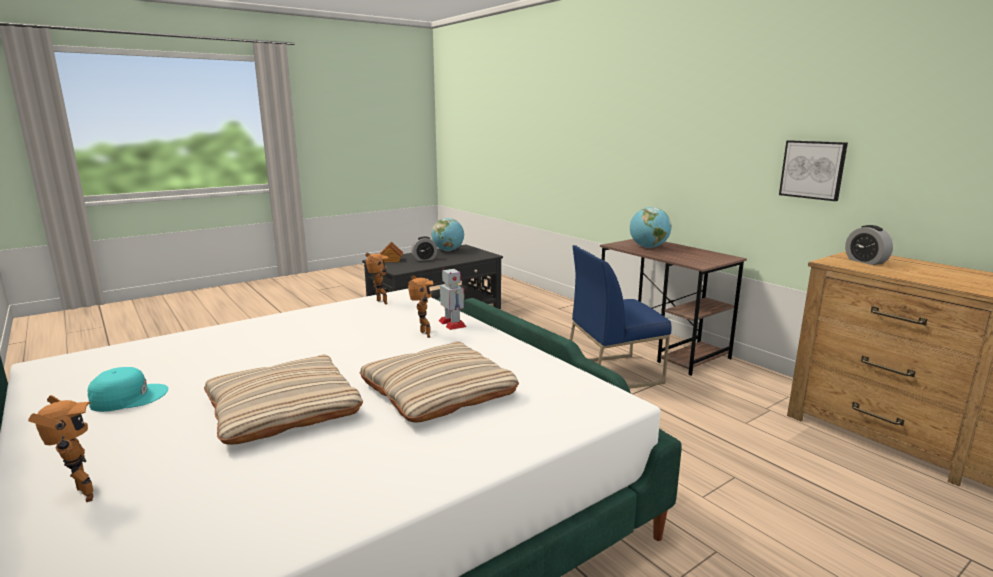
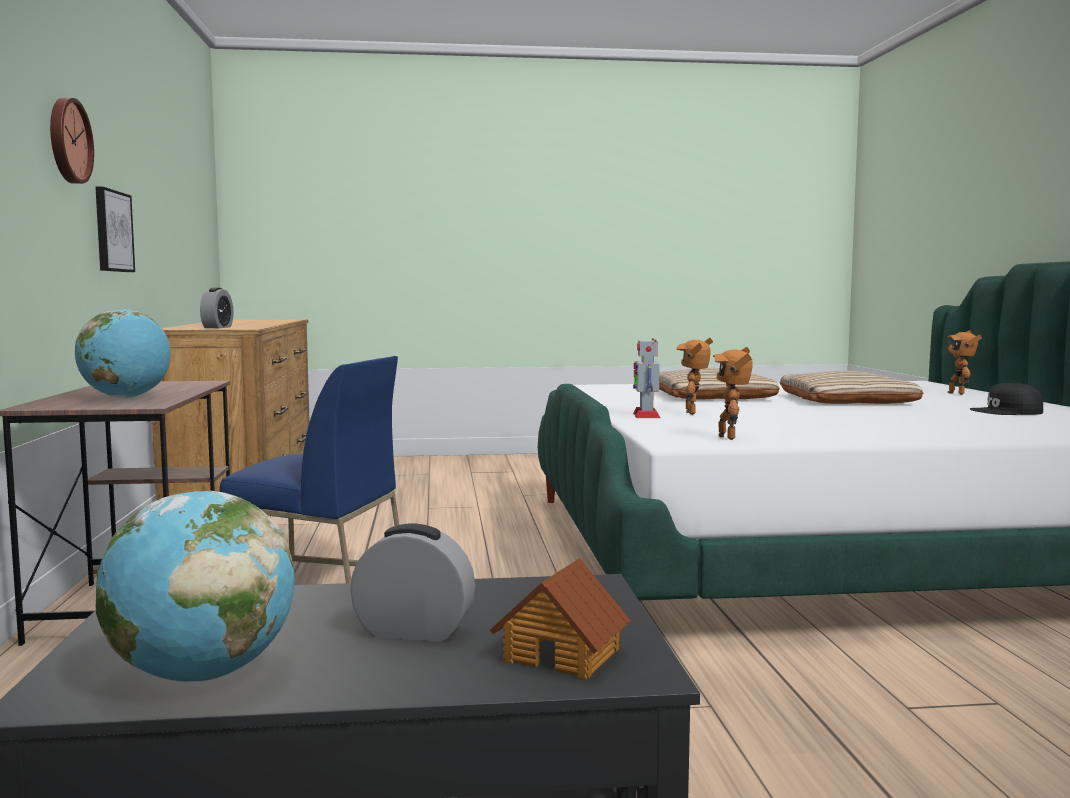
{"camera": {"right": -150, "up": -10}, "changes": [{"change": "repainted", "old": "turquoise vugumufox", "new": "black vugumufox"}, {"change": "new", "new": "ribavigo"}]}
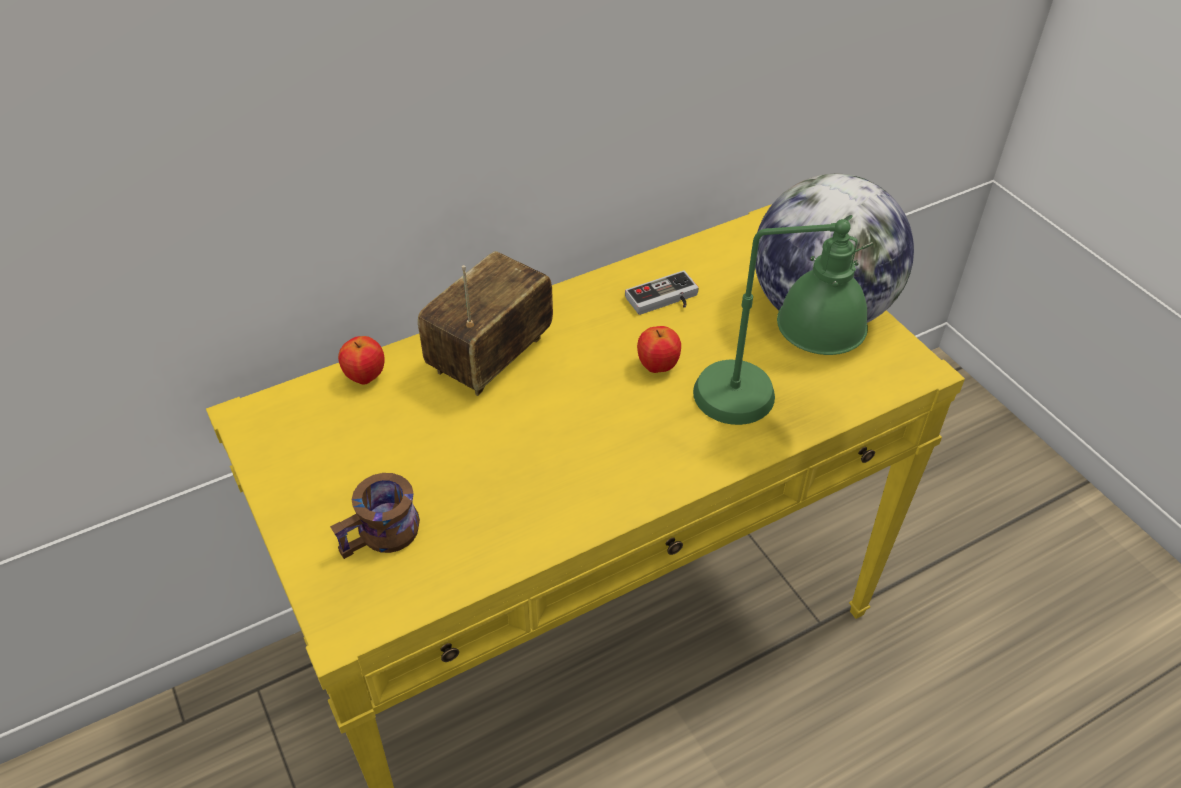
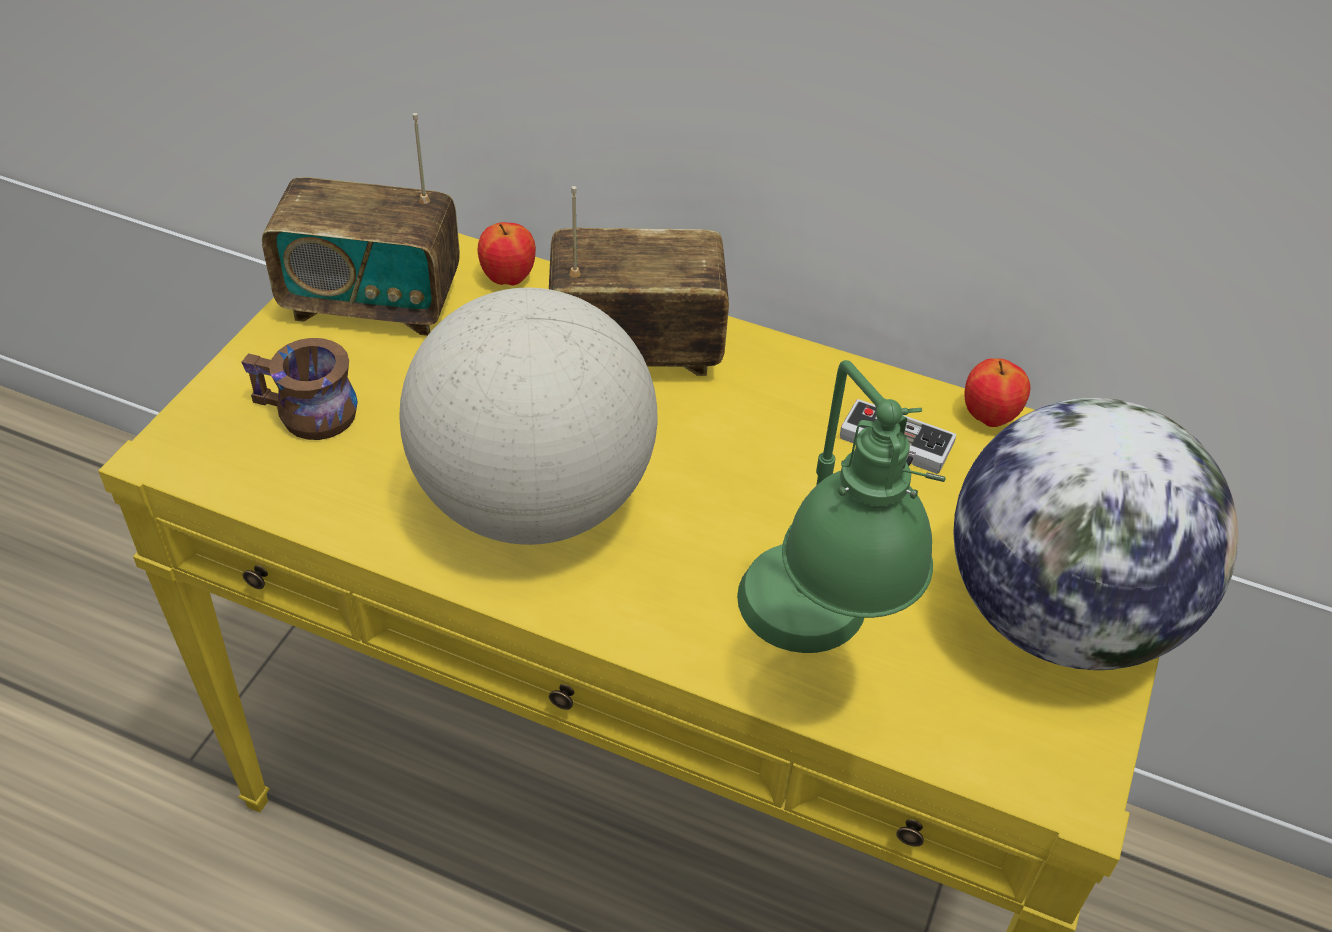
{"camera": {"right": 50, "up": 0}, "changes": [{"change": "shifted", "old": "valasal (no. 2 from left)"}, {"change": "new", "new": "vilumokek (no. 1 from left)"}, {"change": "new", "new": "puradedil (no. 1 from left)"}]}
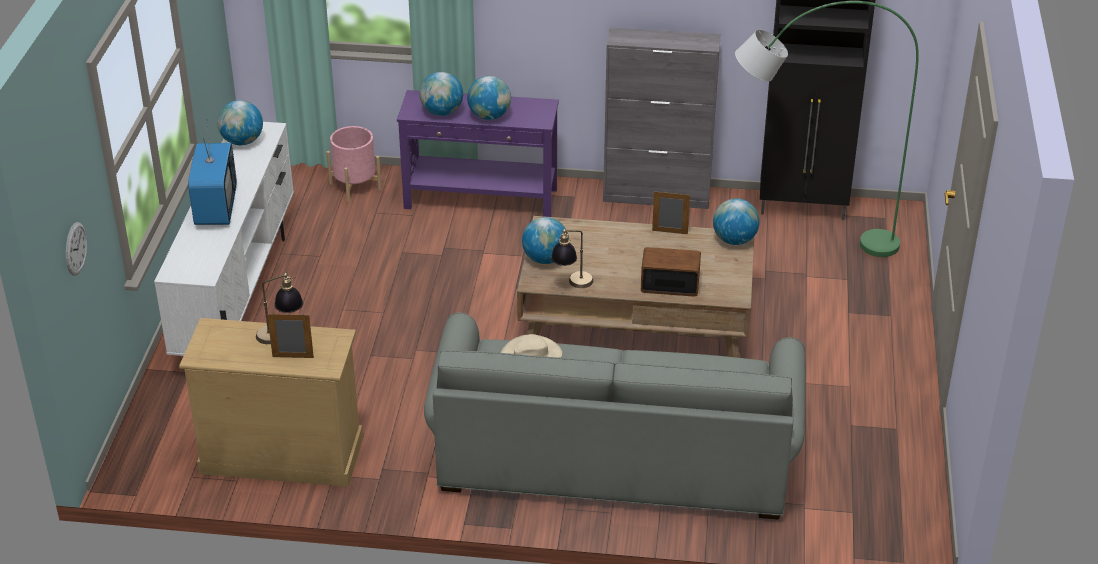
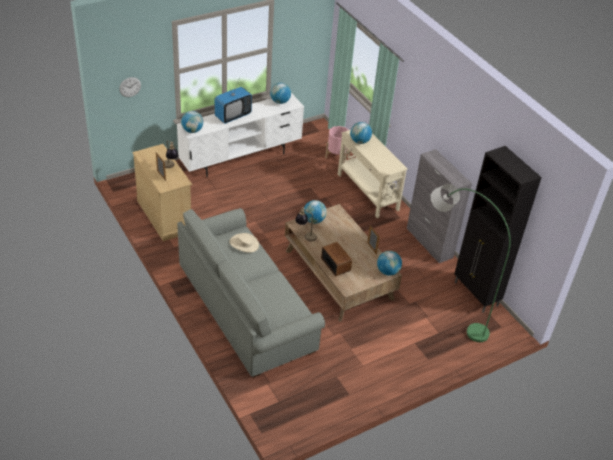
{"camera": {"right": 50, "up": 5}, "changes": [{"change": "shifted", "old": "puradedil (no. 3 from left in the first image)", "new": "puradedil (no. 1 from left)"}, {"change": "repainted", "old": "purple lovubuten", "new": "beige lovubuten"}]}
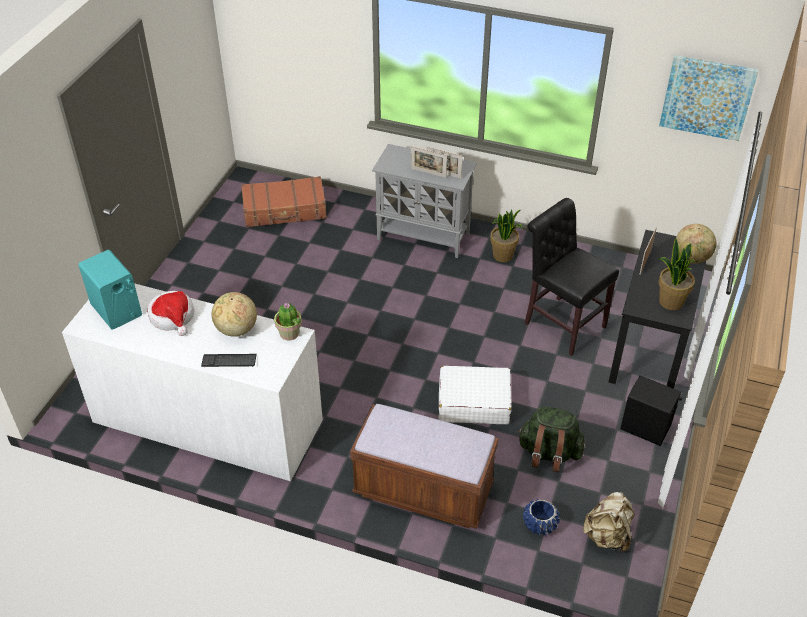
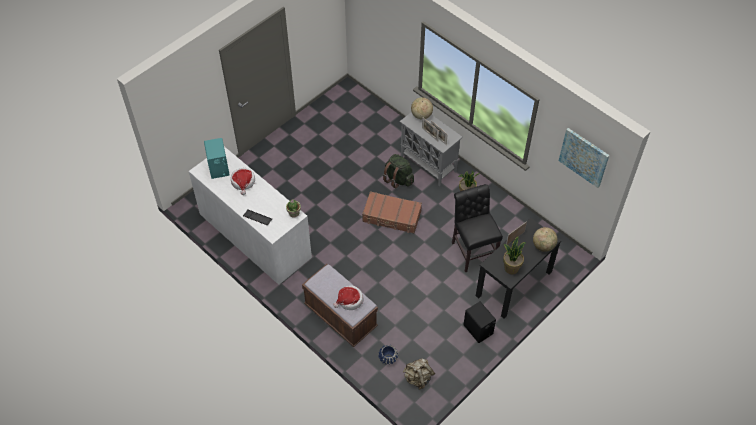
{"camera": {"right": 25, "up": 10}, "changes": [{"change": "shifted", "old": "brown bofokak"}, {"change": "shifted", "old": "puradedil (no. 1 from left)"}, {"change": "gone", "old": "white bofokak"}, {"change": "shifted", "old": "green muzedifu"}, {"change": "new", "new": "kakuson (no. 2 from left)"}]}
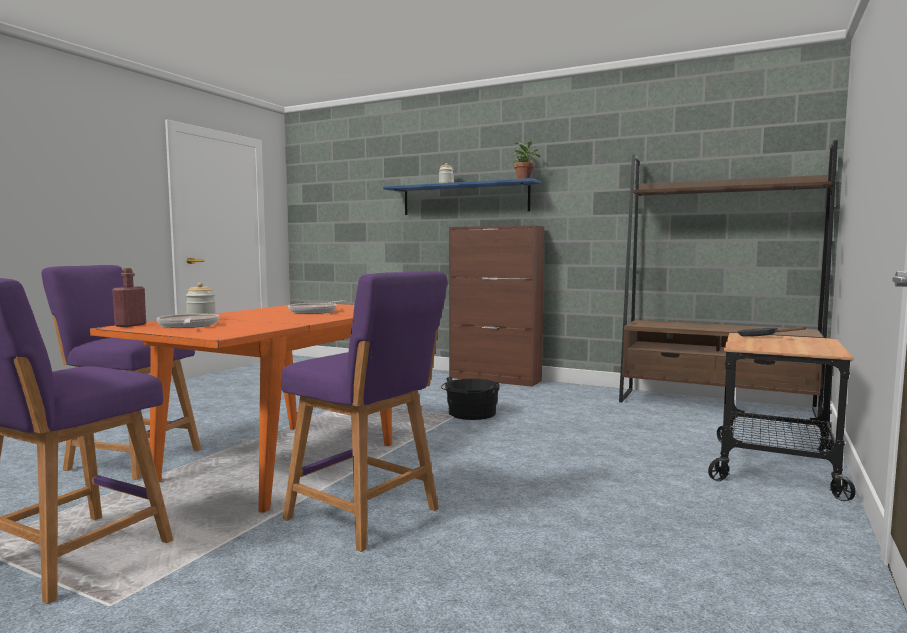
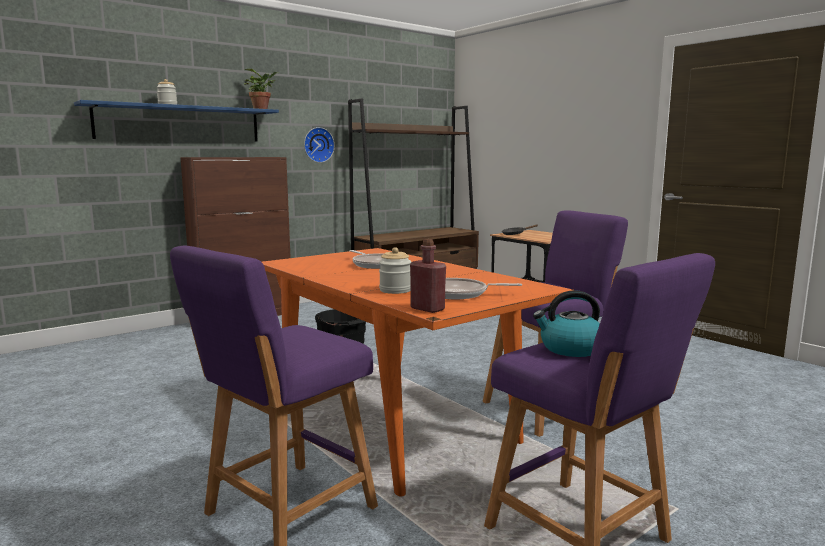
{"camera": {"right": -65, "up": 5}, "changes": [{"change": "new", "new": "ribavigo"}, {"change": "new", "new": "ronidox"}]}
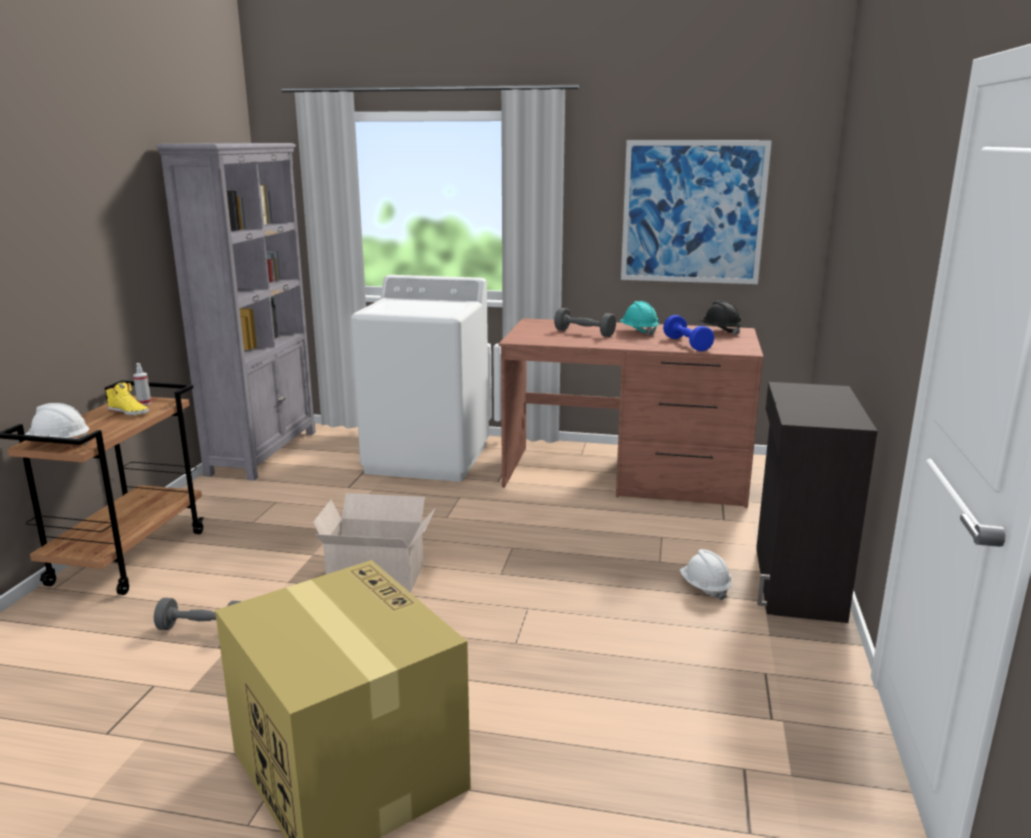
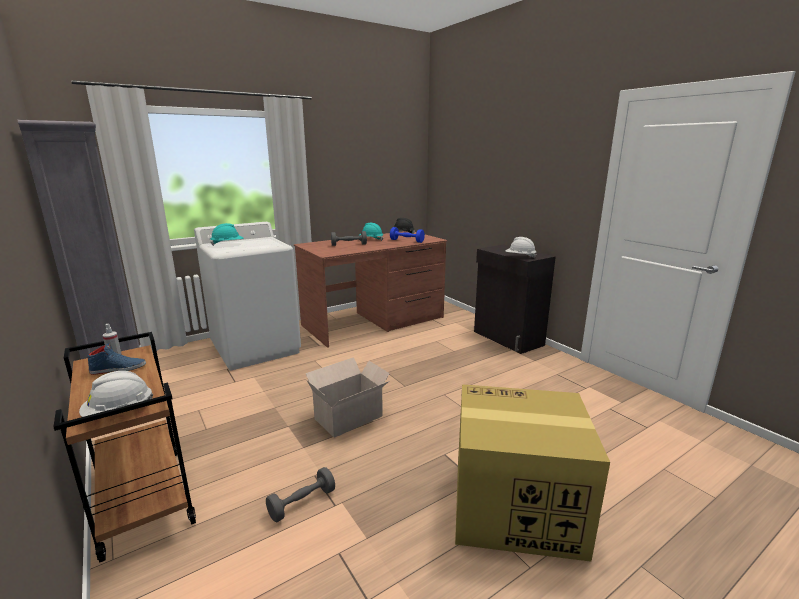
{"camera": {"right": -45, "up": 0}, "changes": [{"change": "gone", "old": "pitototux"}, {"change": "repainted", "old": "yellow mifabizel", "new": "blue mifabizel"}, {"change": "shifted", "old": "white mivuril (no. 2 from left)"}, {"change": "new", "new": "turquoise mivuril (no. 1 from left)"}]}
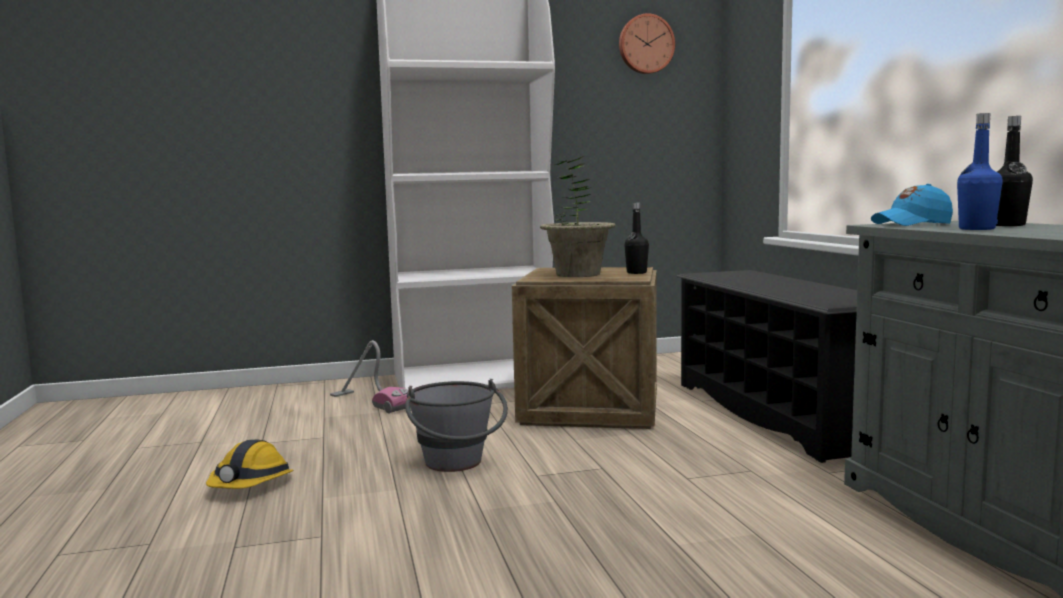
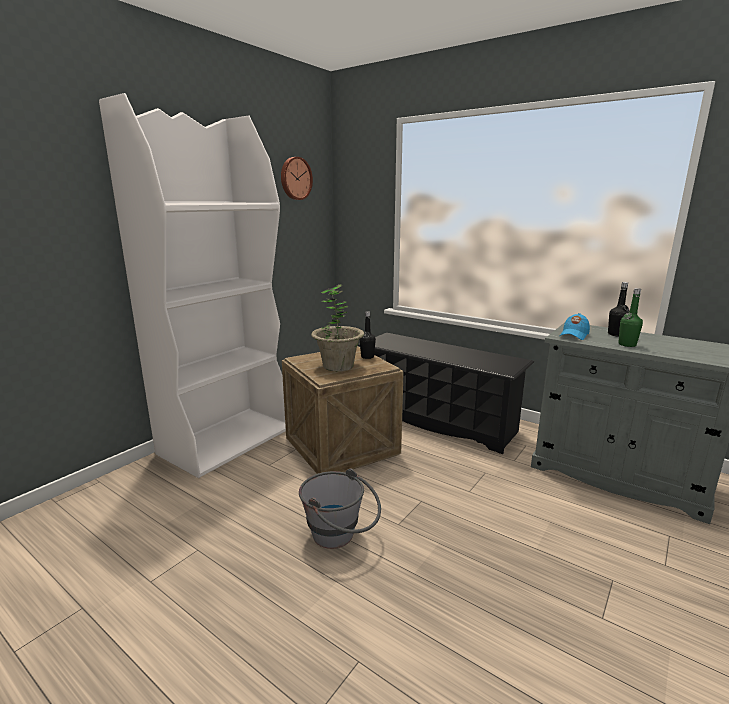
{"camera": {"right": -40, "up": 10}, "changes": [{"change": "repainted", "old": "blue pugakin", "new": "green pugakin"}, {"change": "gone", "old": "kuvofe"}, {"change": "gone", "old": "mivuril"}]}
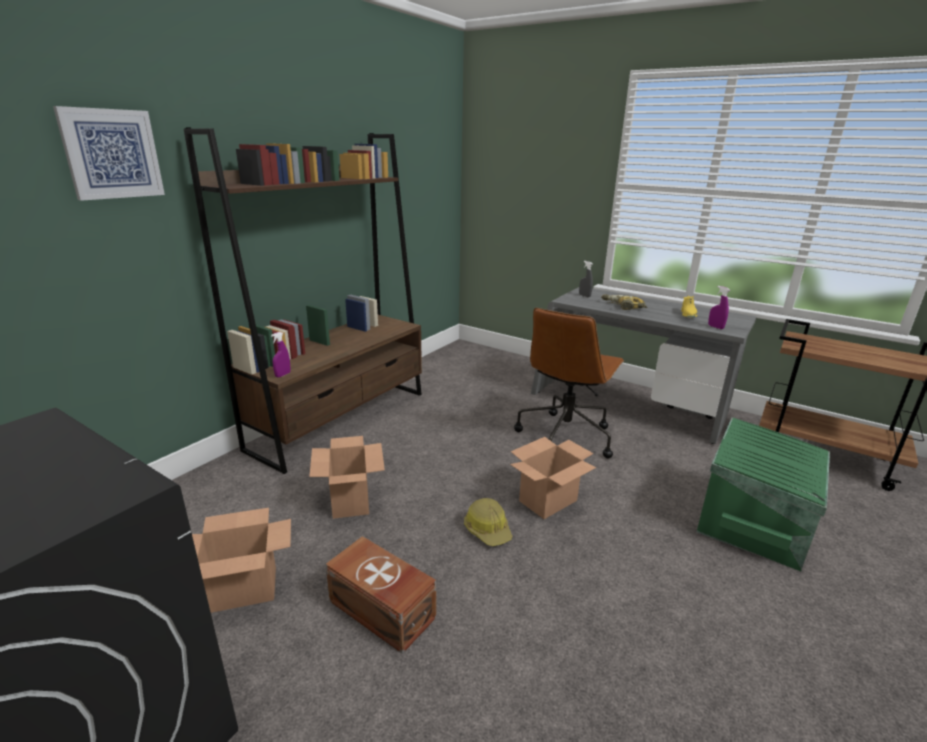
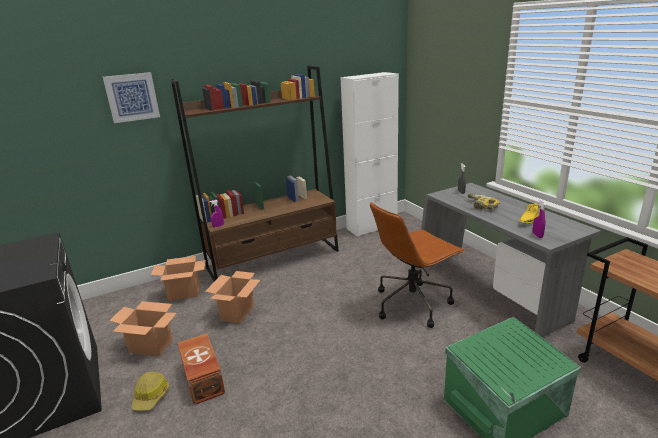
{"camera": {"right": 30, "up": 0}, "changes": [{"change": "shifted", "old": "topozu (no. 3 from left in the first image)", "new": "topozu (no. 2 from left)"}, {"change": "shifted", "old": "mivuril"}, {"change": "new", "new": "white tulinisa"}]}
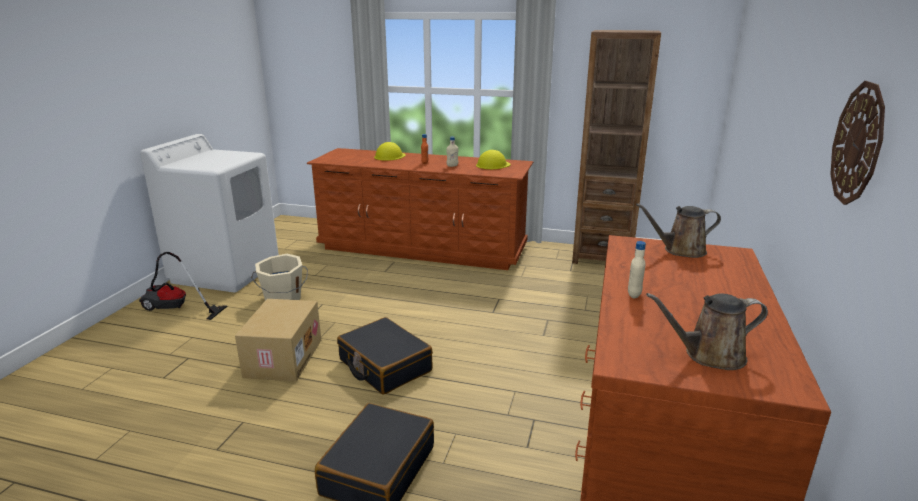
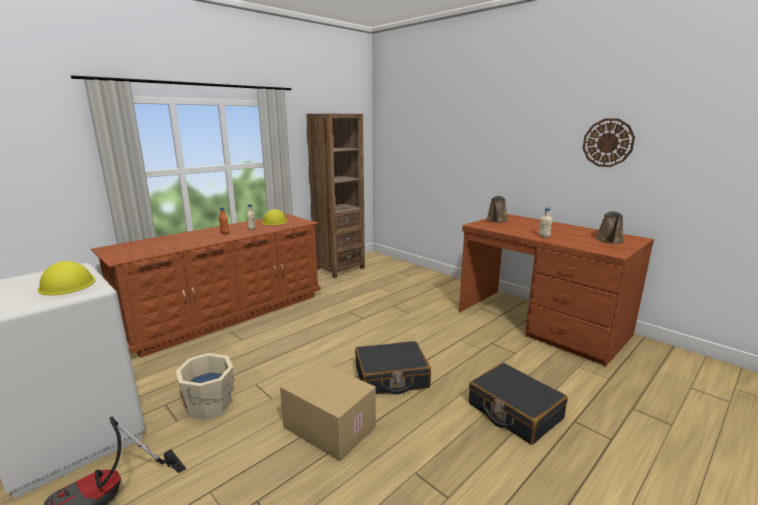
{"camera": {"right": -60, "up": -5}, "changes": [{"change": "shifted", "old": "yellow mivuril (no. 1 from left)"}]}
